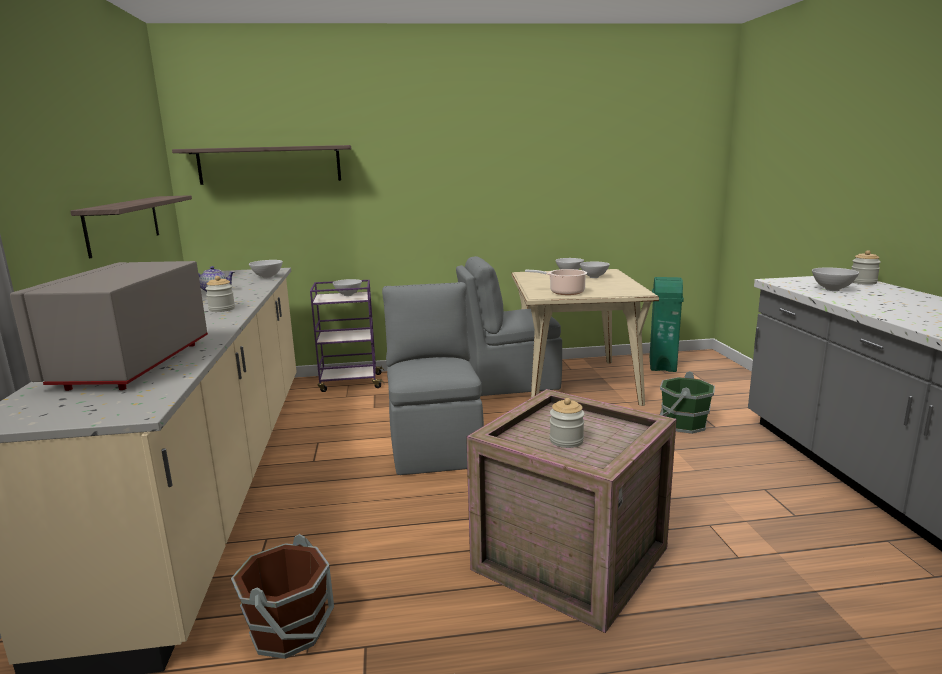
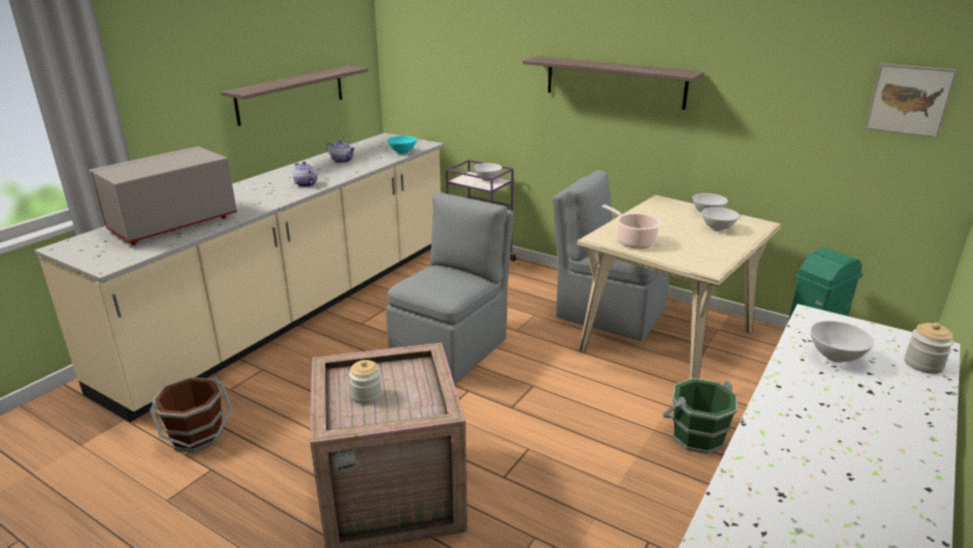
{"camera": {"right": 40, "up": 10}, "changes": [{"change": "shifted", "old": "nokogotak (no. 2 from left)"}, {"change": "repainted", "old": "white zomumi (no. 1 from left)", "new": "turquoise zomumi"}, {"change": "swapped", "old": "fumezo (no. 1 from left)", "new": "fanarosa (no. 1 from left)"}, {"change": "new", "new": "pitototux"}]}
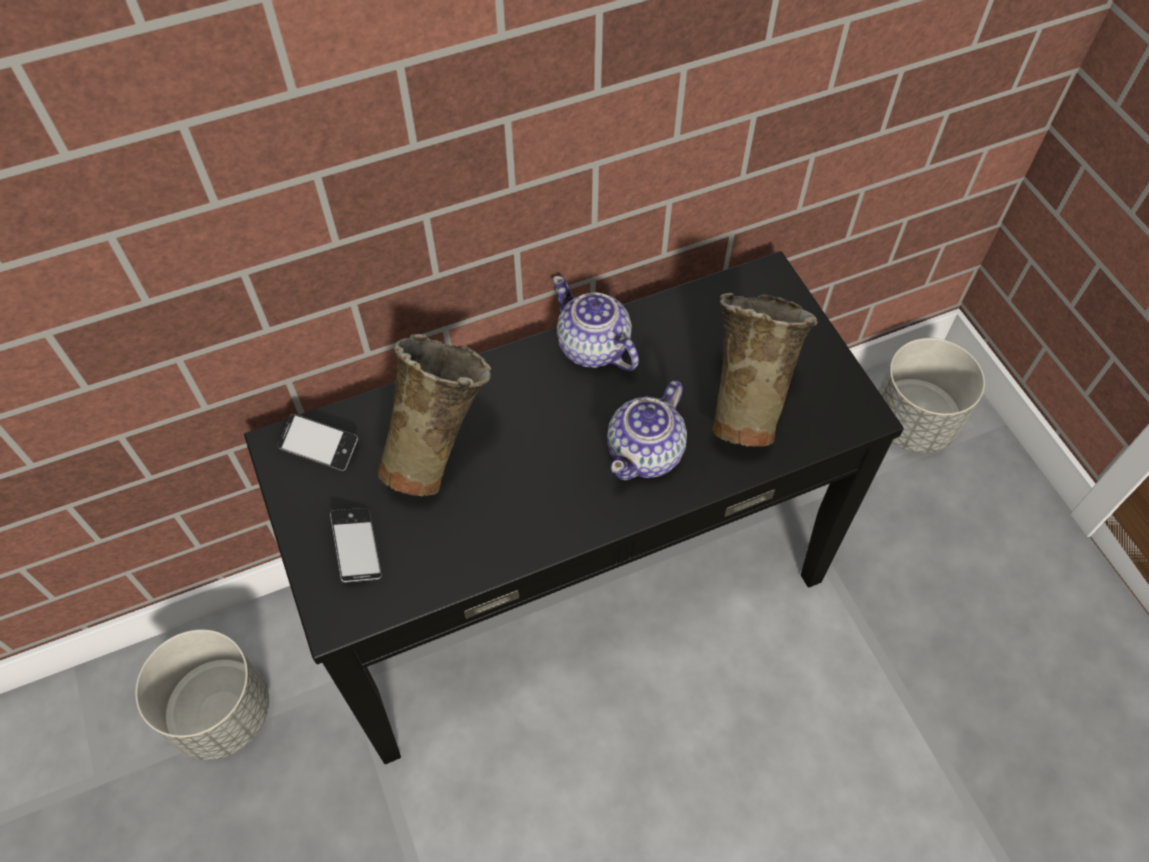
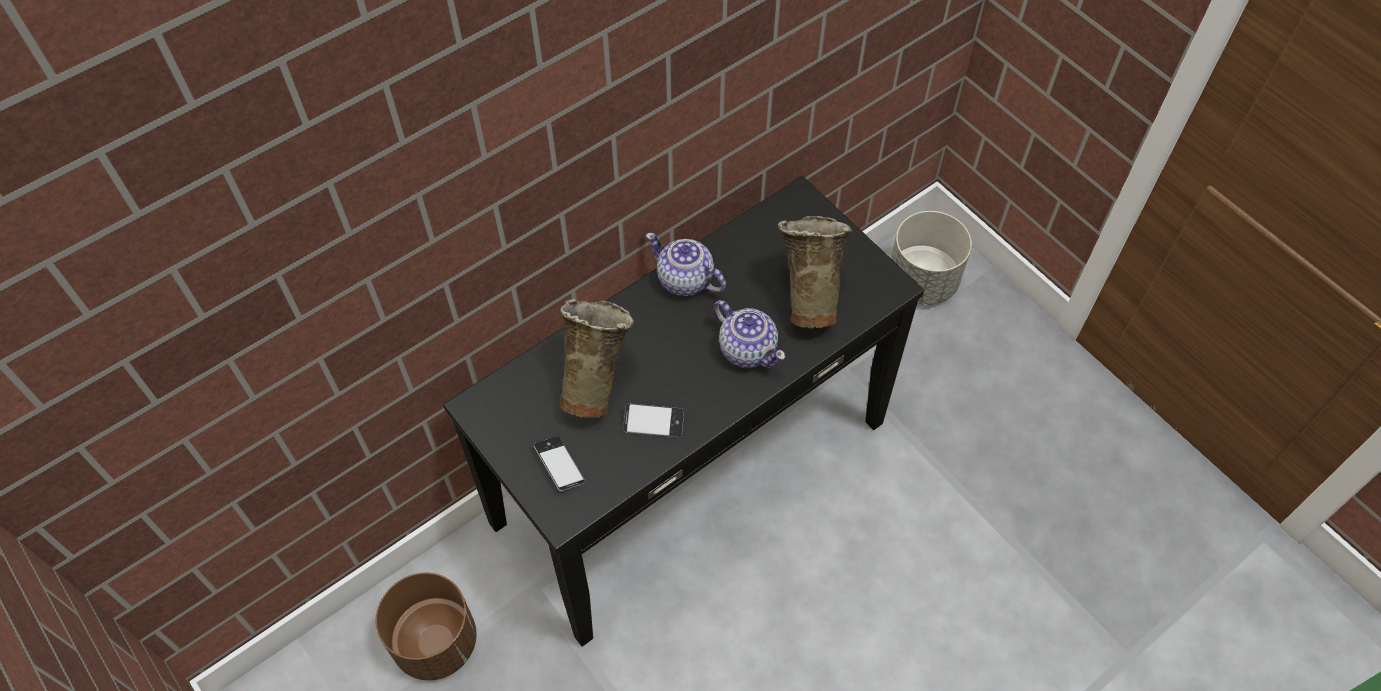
{"camera": {"right": -15, "up": 0}, "changes": [{"change": "rotated", "old": "fanarosa (no. 2 from left)", "degrees": -60}, {"change": "shifted", "old": "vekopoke (no. 1 from left in the first image)", "new": "vekopoke (no. 2 from left)"}, {"change": "repainted", "old": "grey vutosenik (no. 1 from left)", "new": "brown vutosenik"}]}
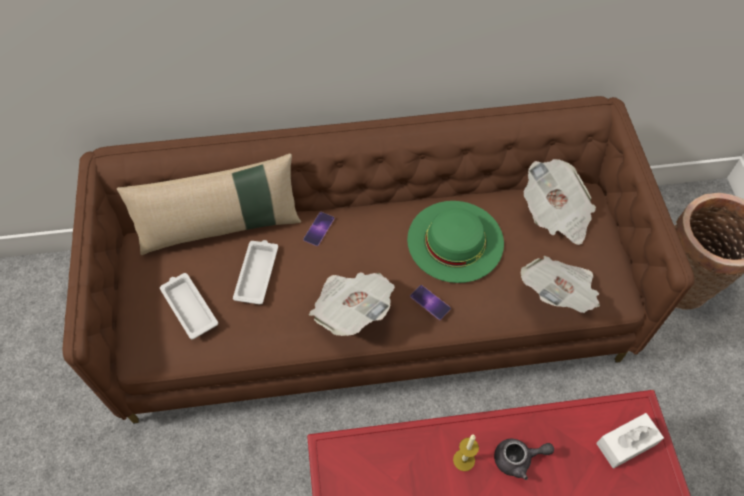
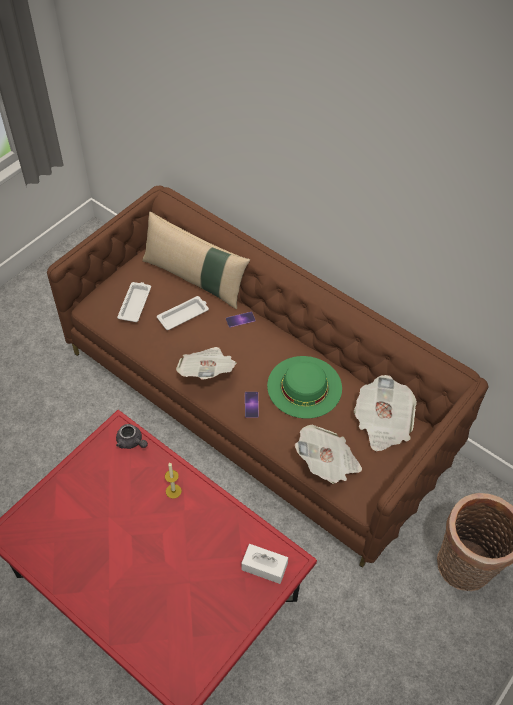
{"camera": {"right": 45, "up": -5}, "changes": [{"change": "shifted", "old": "grey fanarosa"}]}
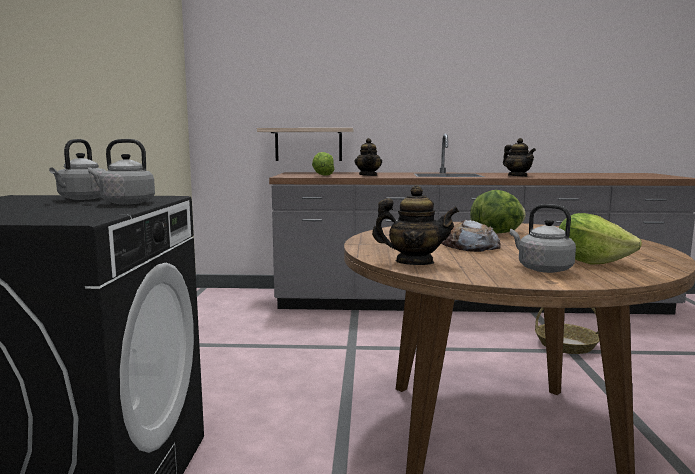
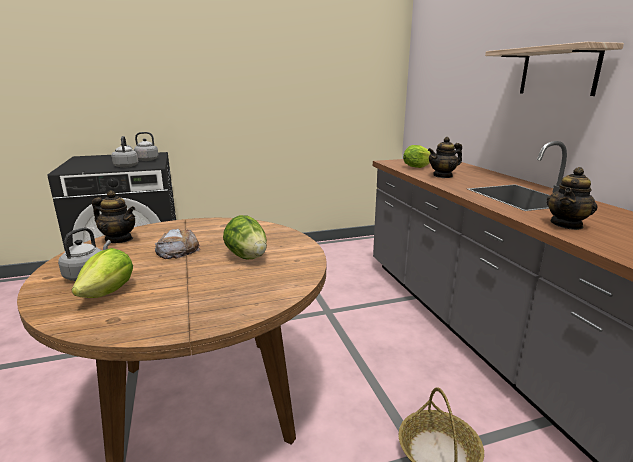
{"camera": {"right": 70, "up": 10}, "changes": [{"change": "shifted", "old": "nokogotak"}, {"change": "rotated", "old": "fanarosa (no. 2 from left in the first image)", "degrees": -60}]}
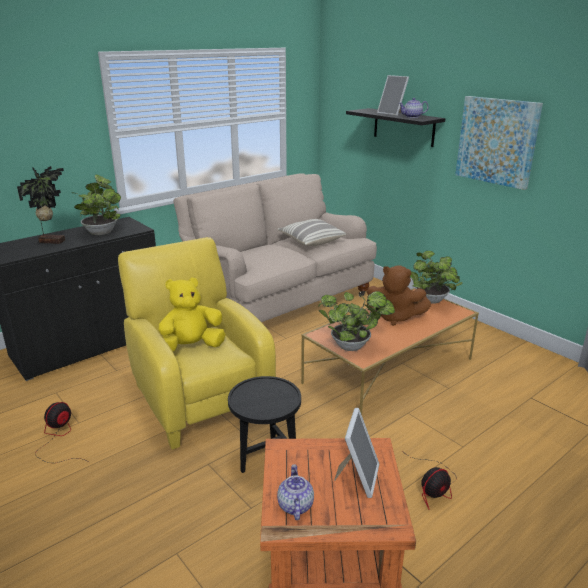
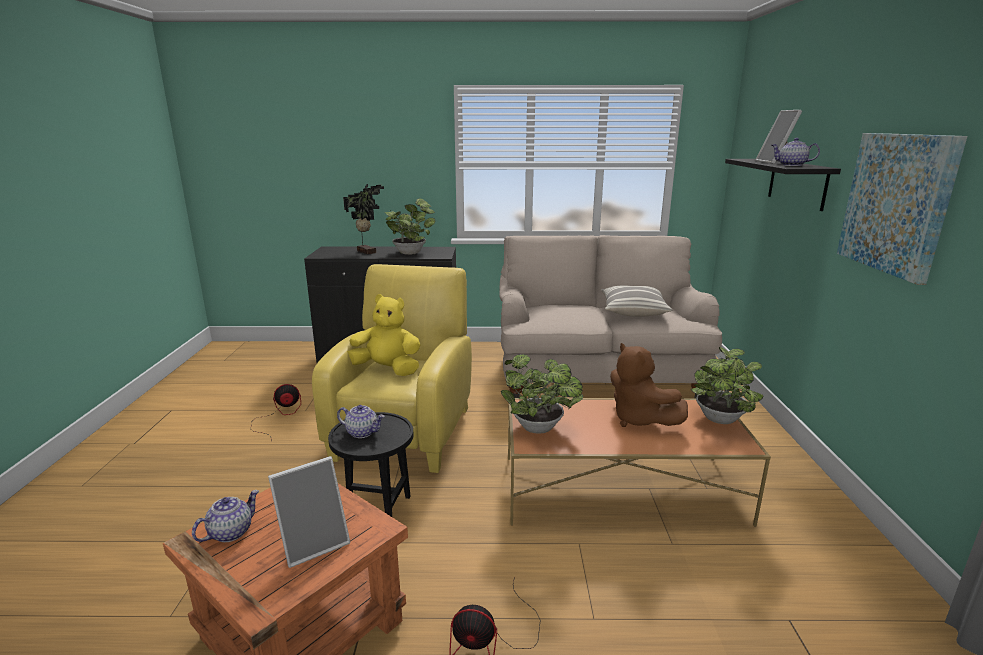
{"camera": {"right": 40, "up": -5}, "changes": [{"change": "new", "new": "fanarosa (no. 2 from left)"}]}
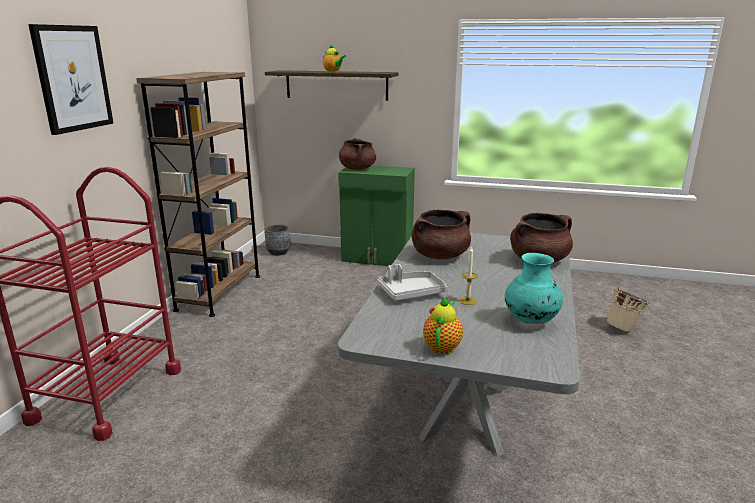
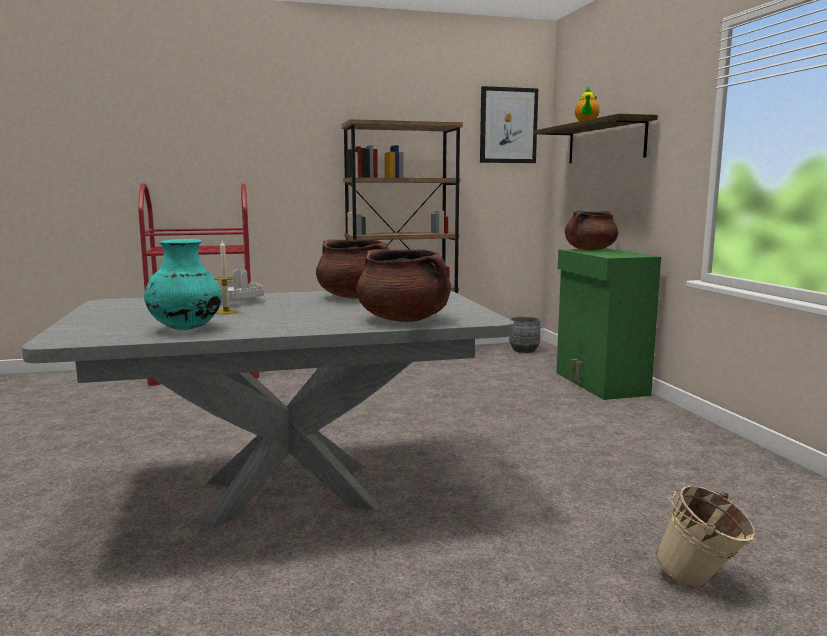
{"camera": {"right": 60, "up": -10}, "changes": [{"change": "shifted", "old": "pitototux"}, {"change": "gone", "old": "fanarosa (no. 2 from left)"}]}
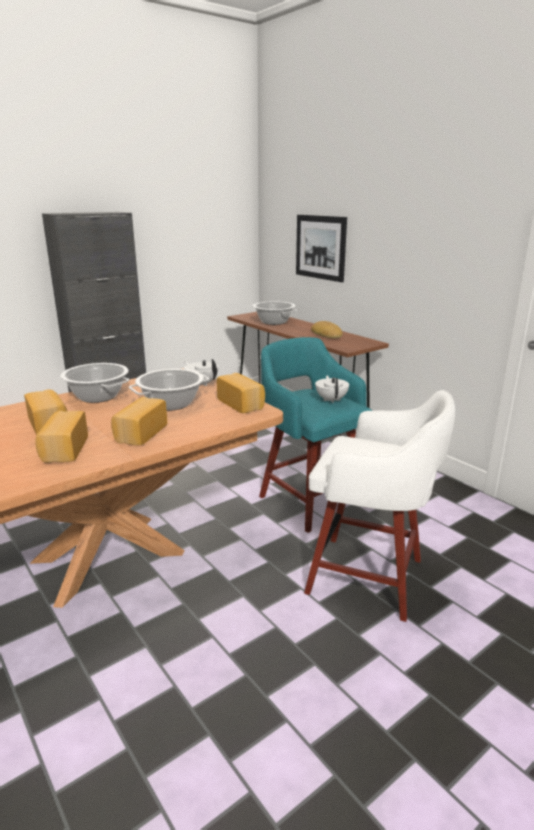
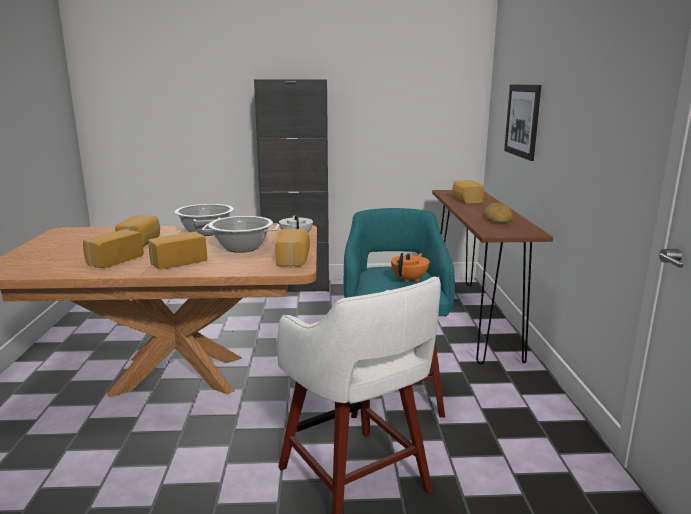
{"camera": {"right": 35, "up": -5}, "changes": [{"change": "swapped", "old": "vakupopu (no. 3 from left)", "new": "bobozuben (no. 5 from left)"}, {"change": "repainted", "old": "white fanarosa (no. 2 from left)", "new": "orange fanarosa"}]}
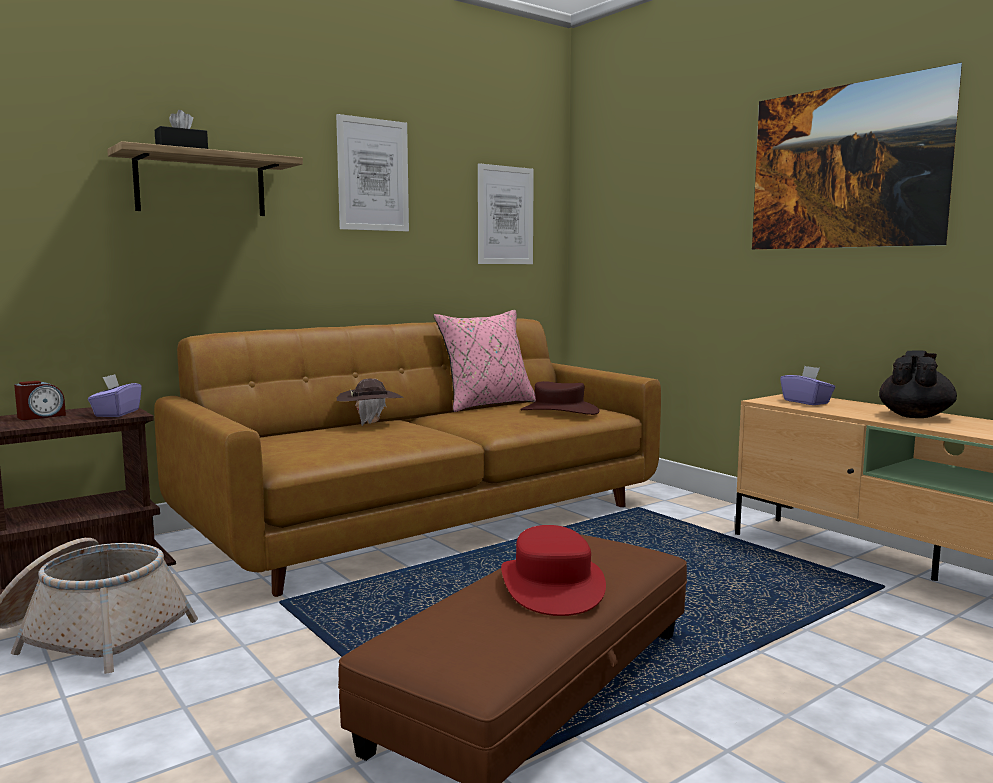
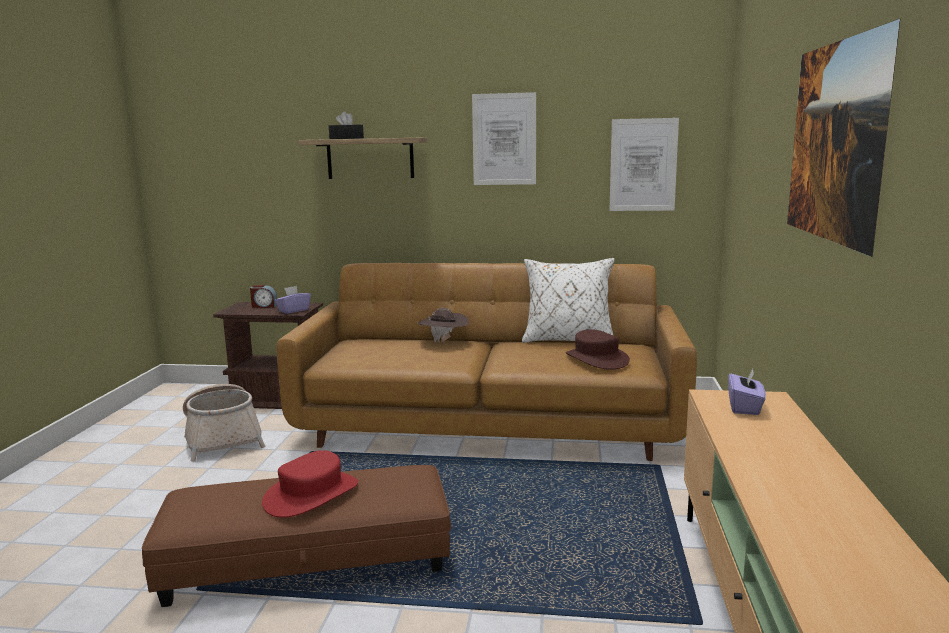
{"camera": {"right": 45, "up": 5}, "changes": [{"change": "repainted", "old": "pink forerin", "new": "white forerin"}, {"change": "gone", "old": "black fanarosa"}]}
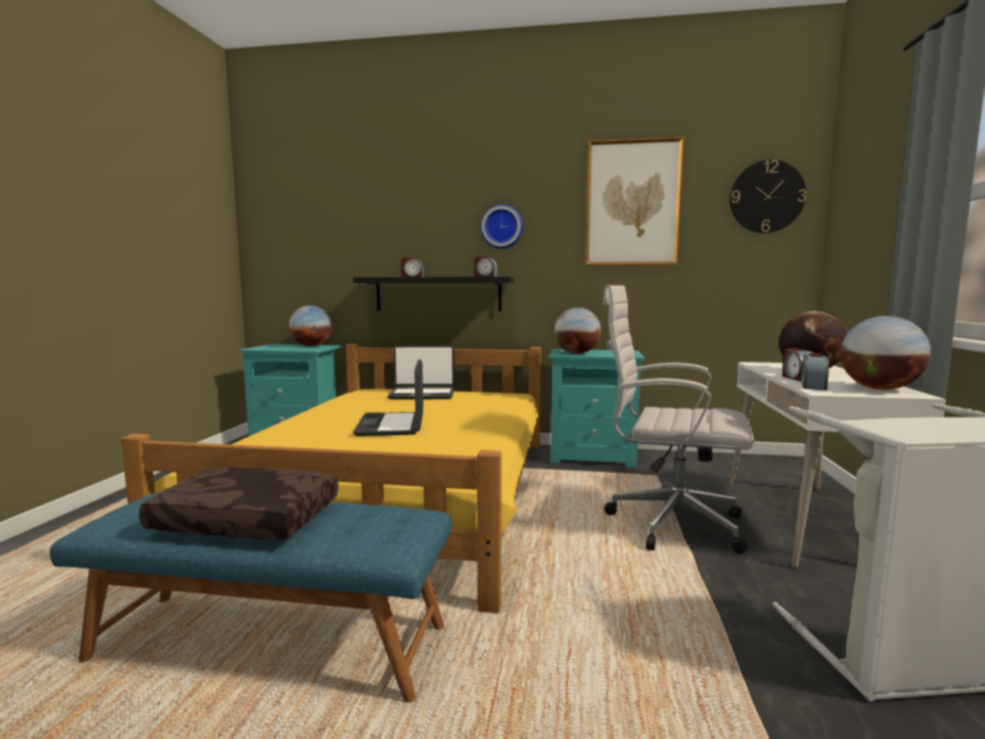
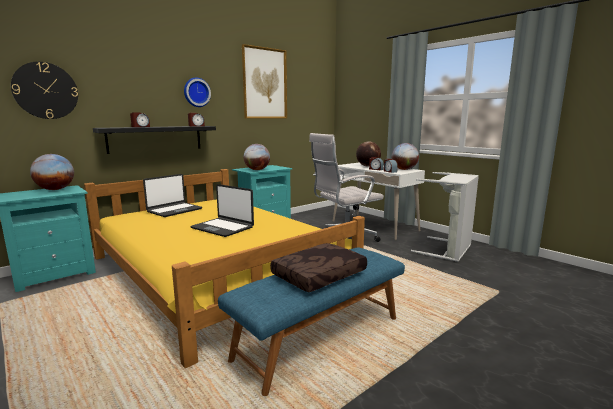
{"camera": {"right": -50, "up": 5}, "changes": [{"change": "shifted", "old": "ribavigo (no. 2 from left in the first image)", "new": "ribavigo (no. 1 from left)"}]}
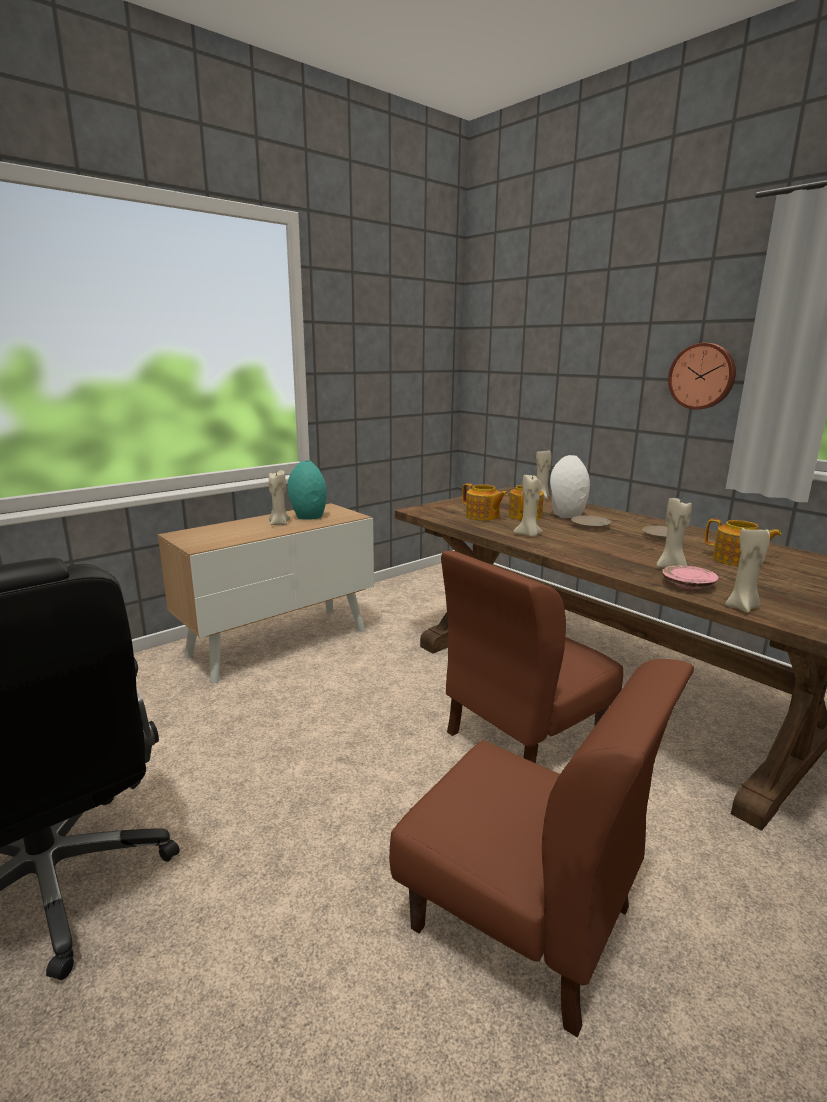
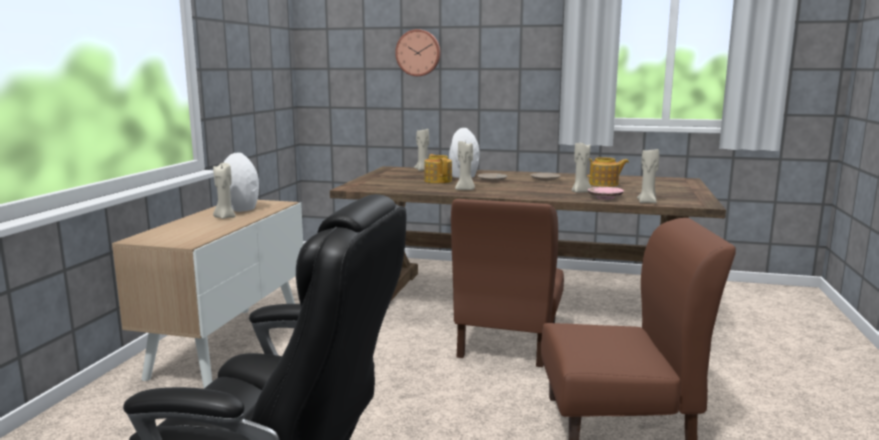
{"camera": {"right": -35, "up": -5}, "changes": [{"change": "shifted", "old": "ribavigo"}, {"change": "repainted", "old": "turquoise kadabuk", "new": "white kadabuk (no. 1 from left)"}, {"change": "gone", "old": "fanarosa (no. 1 from left)"}]}
